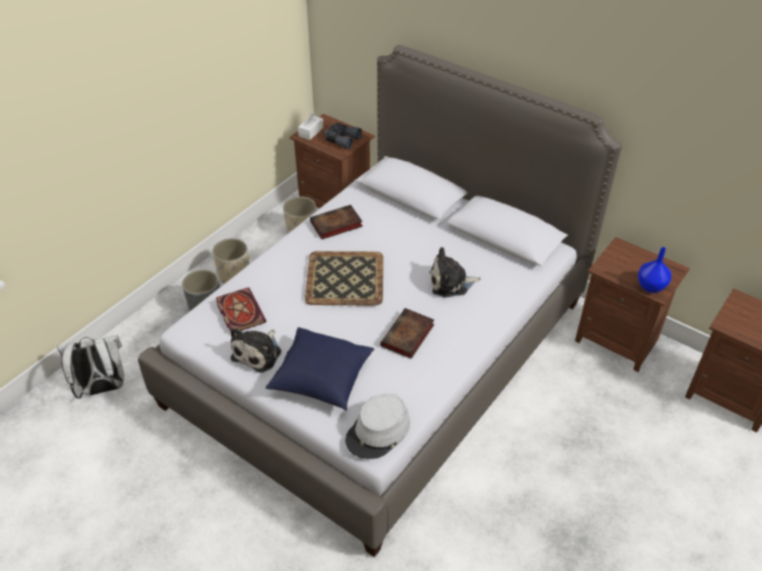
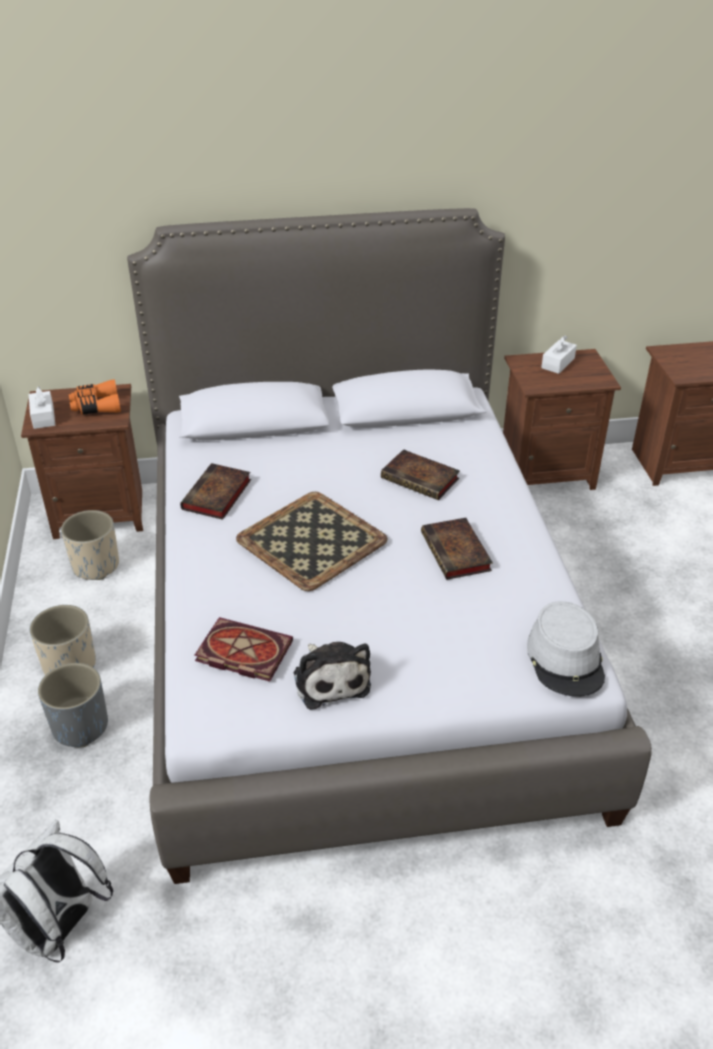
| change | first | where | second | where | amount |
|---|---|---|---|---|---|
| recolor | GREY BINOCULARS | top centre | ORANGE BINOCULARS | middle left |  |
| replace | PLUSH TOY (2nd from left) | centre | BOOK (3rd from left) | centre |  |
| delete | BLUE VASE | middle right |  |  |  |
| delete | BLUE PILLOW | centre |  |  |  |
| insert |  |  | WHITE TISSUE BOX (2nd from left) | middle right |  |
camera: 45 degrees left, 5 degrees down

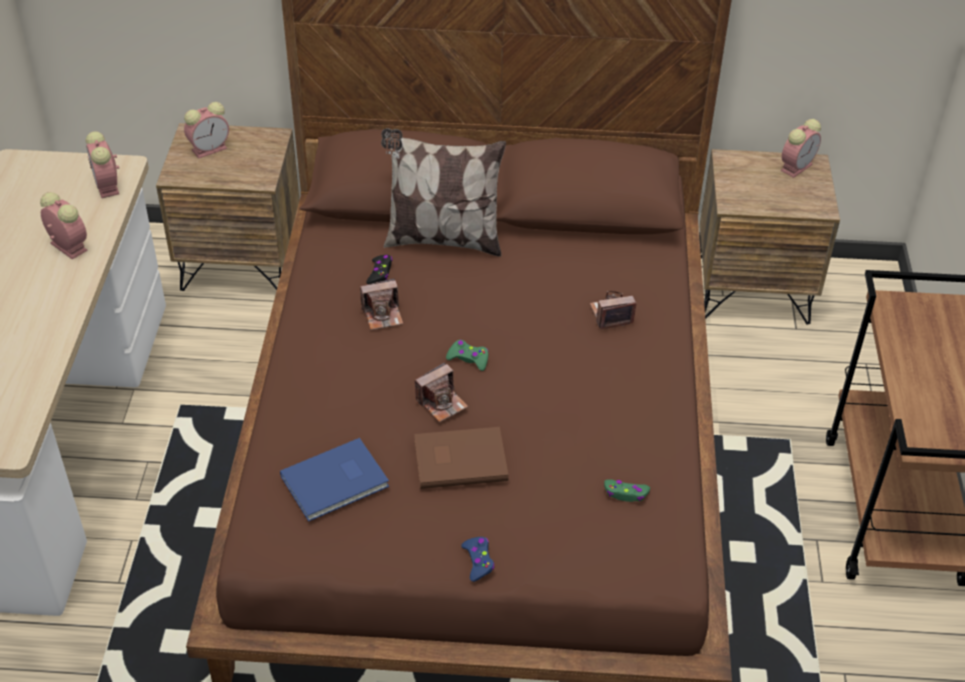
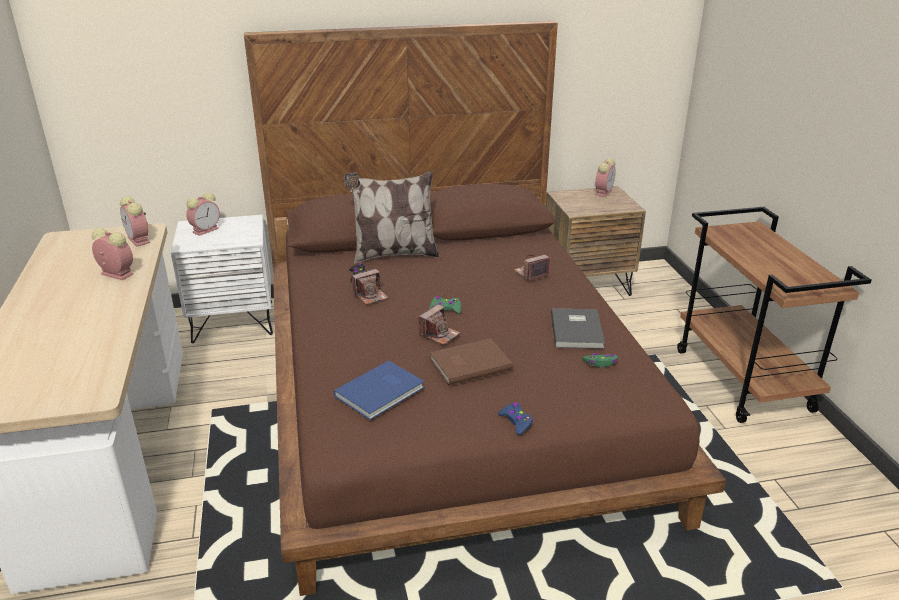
| change | first | where | second | where | amount |
|---|---|---|---|---|---|
| recolor | BROWN NIGHTSTAND (1st from left) | top left | WHITE NIGHTSTAND | middle left |  |
| insert |  |  | GREY BOOK | centre |  |
camera: 15 degrees left, 15 degrees down

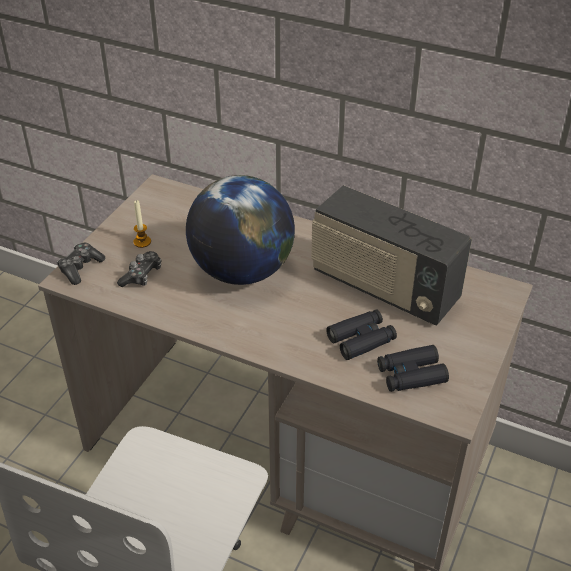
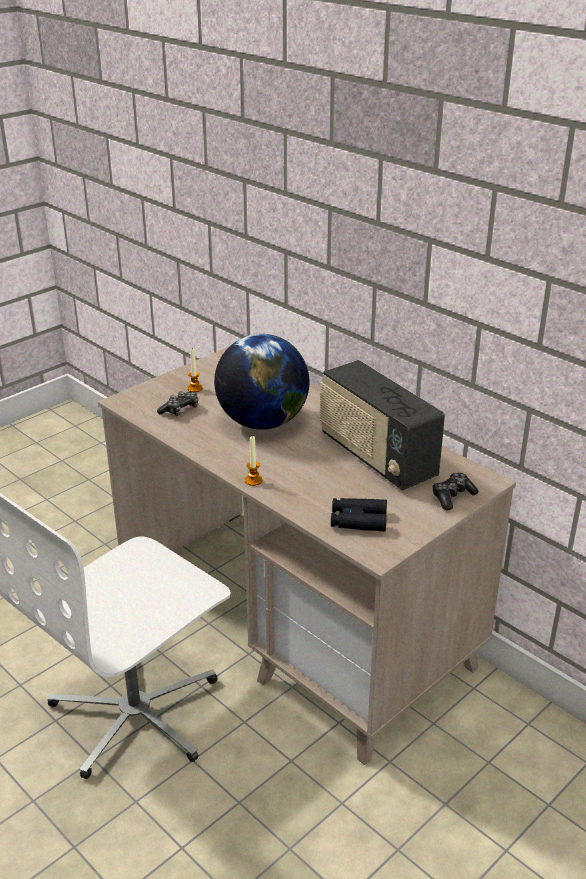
| change | first | where | second | where | amount |
|---|---|---|---|---|---|
| move | GAME CONTROLLER (1st from left in the first image) | middle left | GAME CONTROLLER (2nd from left) | middle right |  |
| delete | BLACK BINOCULARS (1st from left) | centre |  |  |  |
| insert |  |  | CANDLE (2nd from left) | centre |  |
camera: 20 degrees right, 10 degrees down

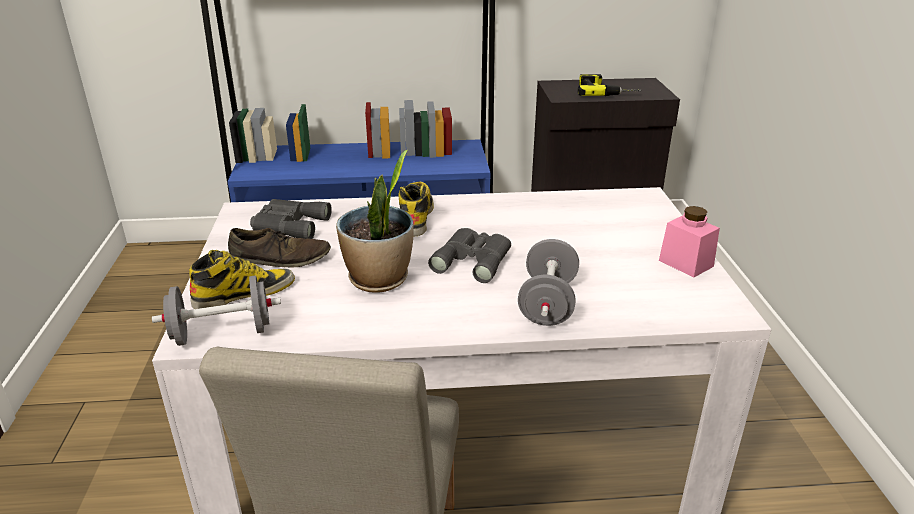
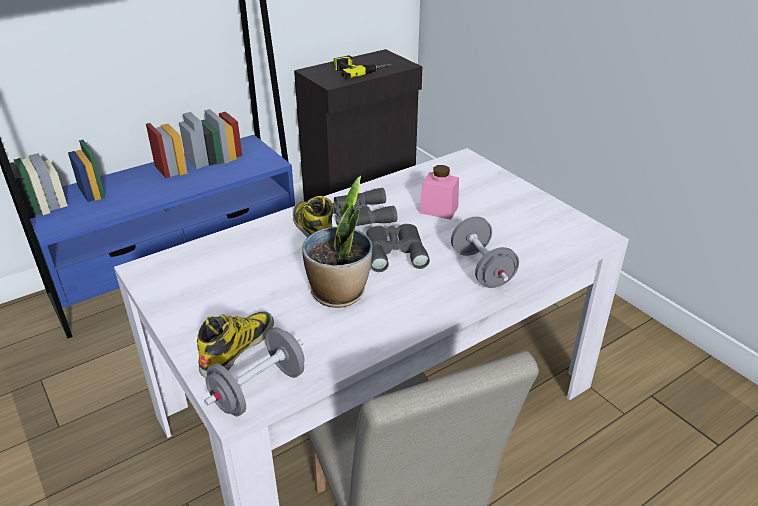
| change | first | where | second | where | amount |
|---|---|---|---|---|---|
| move | GREY BINOCULARS (1st from left) | middle left |  | centre |  |
| move | PINK JAR | middle right |  | centre |  |
| delete | BROWN SHOE | middle left |  |  |  |
camera: 30 degrees left, 5 degrees up

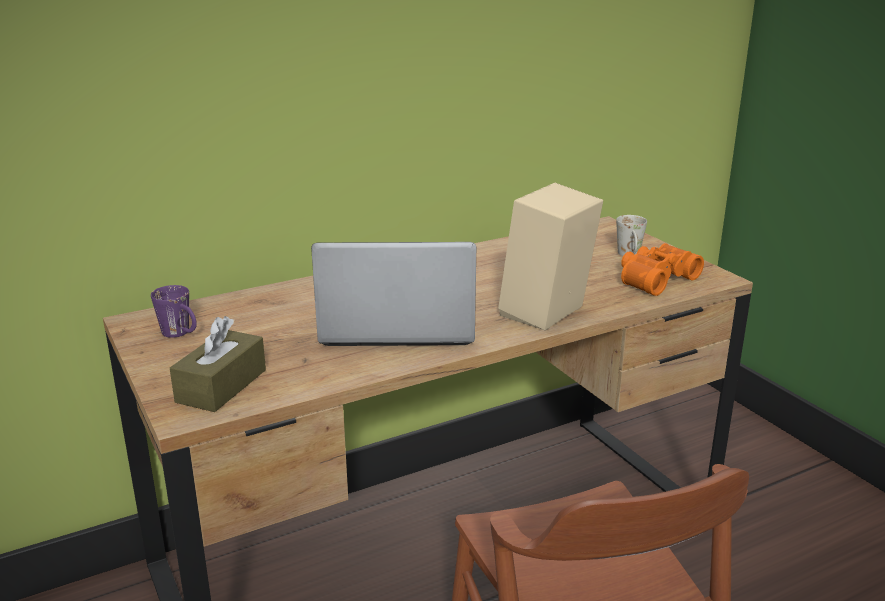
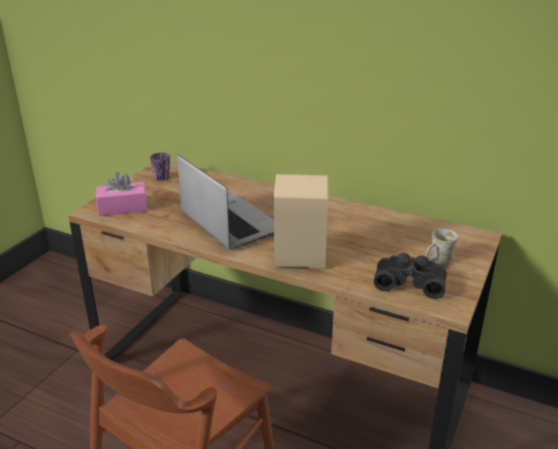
| change | first | where | second | where | amount |
|---|---|---|---|---|---|
| recolor | ORANGE BINOCULARS | middle right | BLACK BINOCULARS | middle right |  |
| recolor | BROWN TISSUE BOX | middle left | PINK TISSUE BOX | middle left |  |
camera: 55 degrees right, 5 degrees up

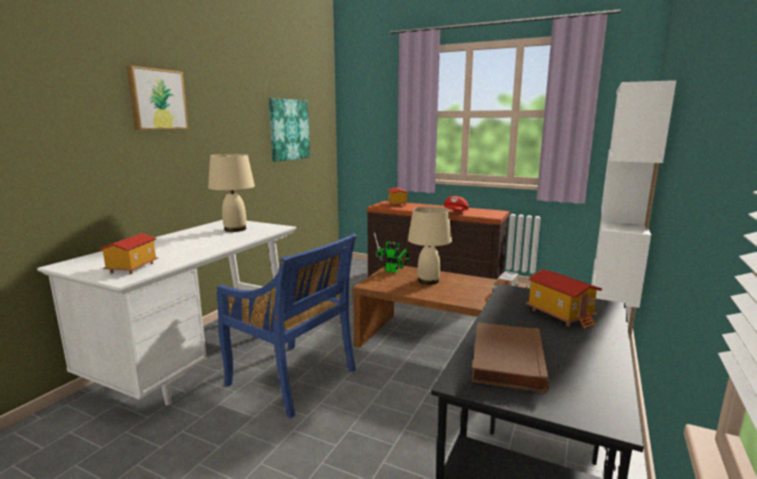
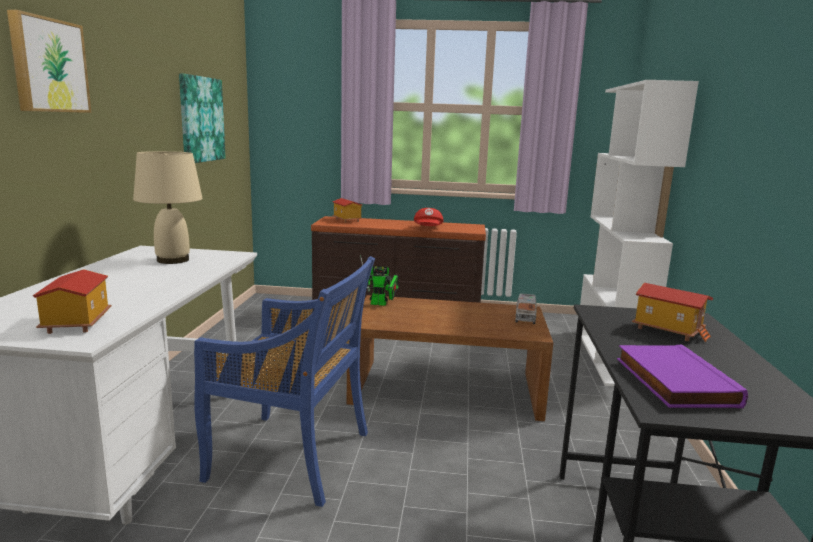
| change | first | where | second | where | amount |
|---|---|---|---|---|---|
| delete | BEIGE TABLE LAMP (2nd from left) | centre |  |  |  |
| recolor | BROWN BOOK | bottom right | PURPLE BOOK | bottom right |  |
camera: 20 degrees left, 0 degrees up

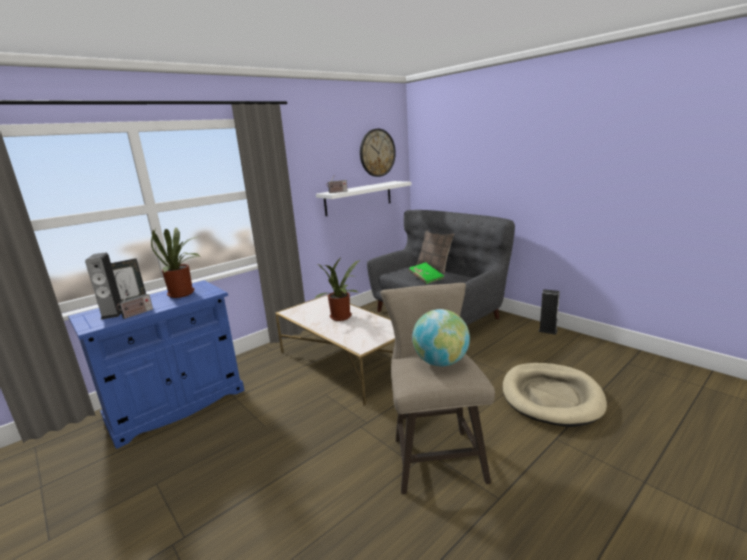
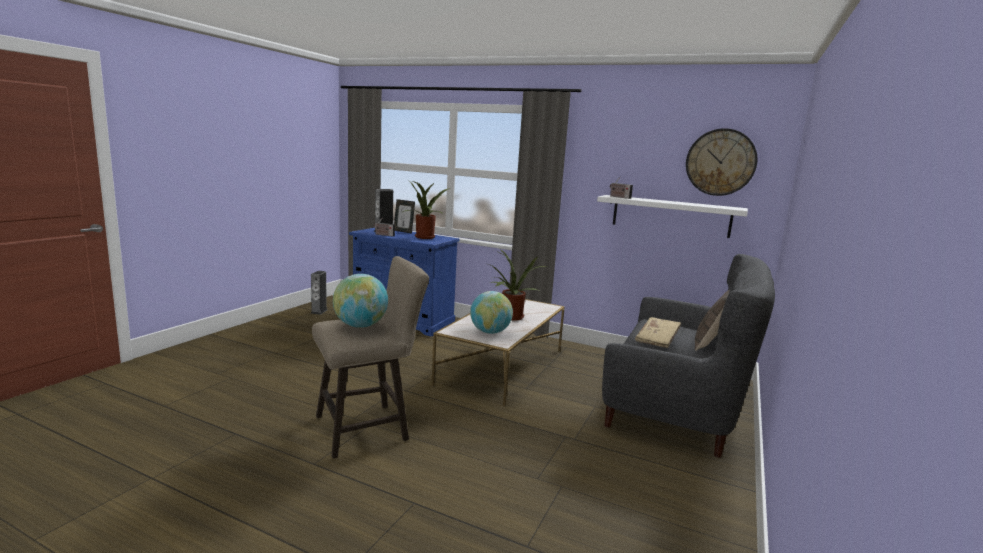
| change | first | where | second | where | amount |
|---|---|---|---|---|---|
| recolor | GREEN BOOK | centre | BEIGE BOOK | middle right |  |
| move | SPEAKER (2nd from left in the first image) | middle right | SPEAKER (1st from left) | middle left |  |
| delete | BEIGE DOG BED | bottom right |  |  |  |
| insert |  |  | GLOBE (2nd from left) | centre |  |
camera: 65 degrees right, 5 degrees down

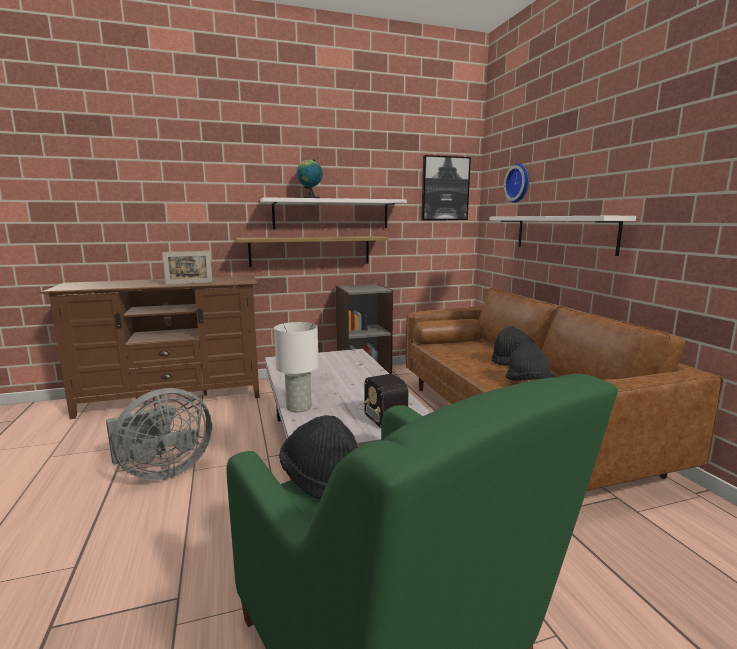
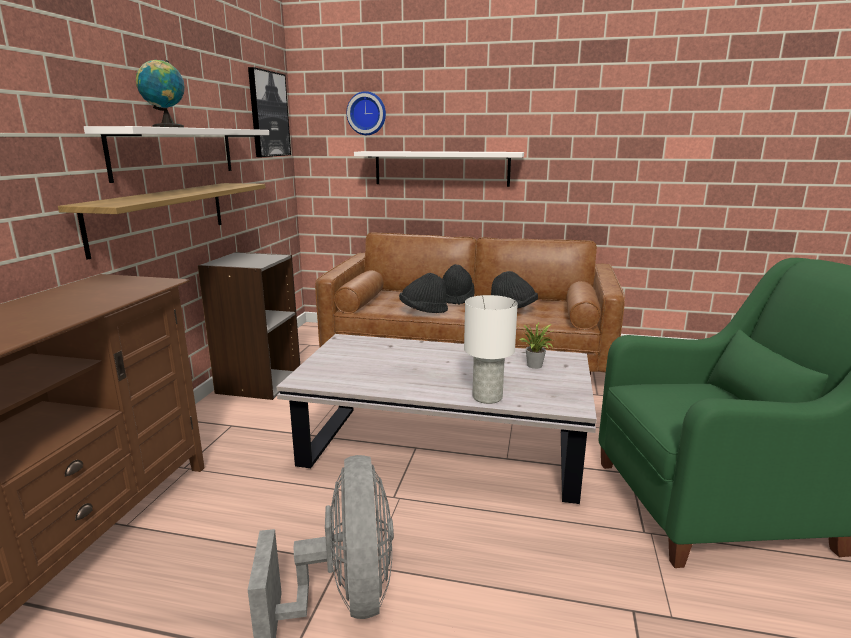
| change | first | where | second | where | amount |
|---|---|---|---|---|---|
| delete | PICTURE FRAME | middle left |  |  |  |
| replace | RADIO | centre | POTTED PLANT | centre |  |
| move | BLACK HAT (1st from left) | bottom centre |  | centre |  |
camera: 60 degrees left, 5 degrees up

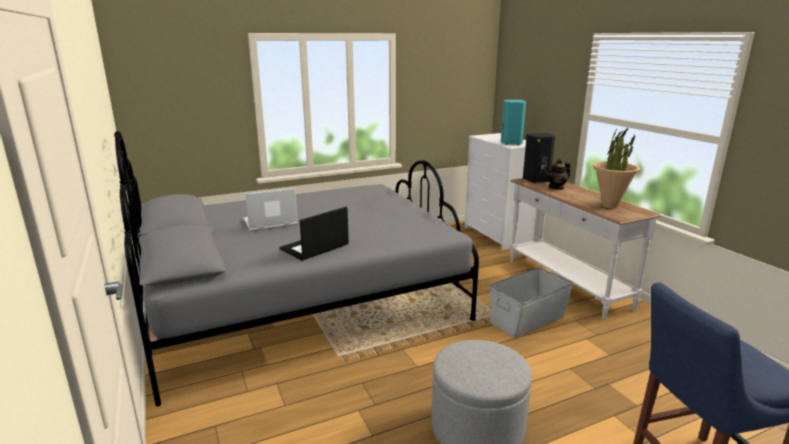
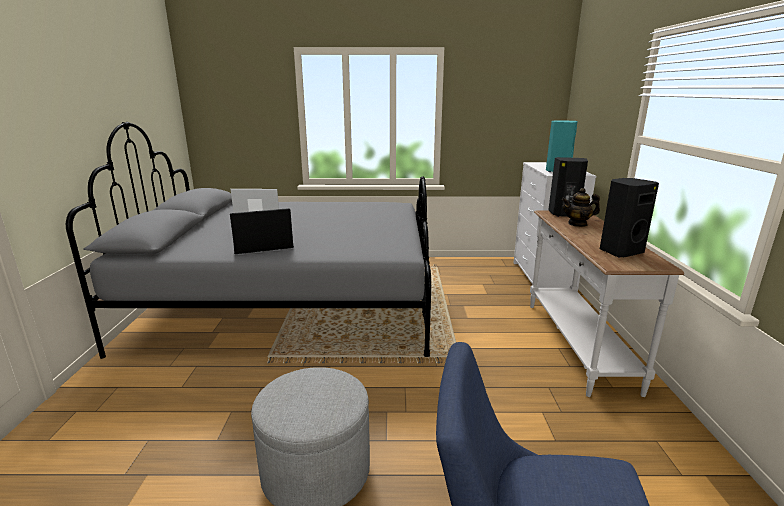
| change | first | where | second | where | amount |
|---|---|---|---|---|---|
| replace | POTTED PLANT | middle right | BLACK SPEAKER (2nd from left) | middle right |  |
| delete | GREY STORAGE BOX | bottom right |  |  |  |
camera: 25 degrees right, 0 degrees up

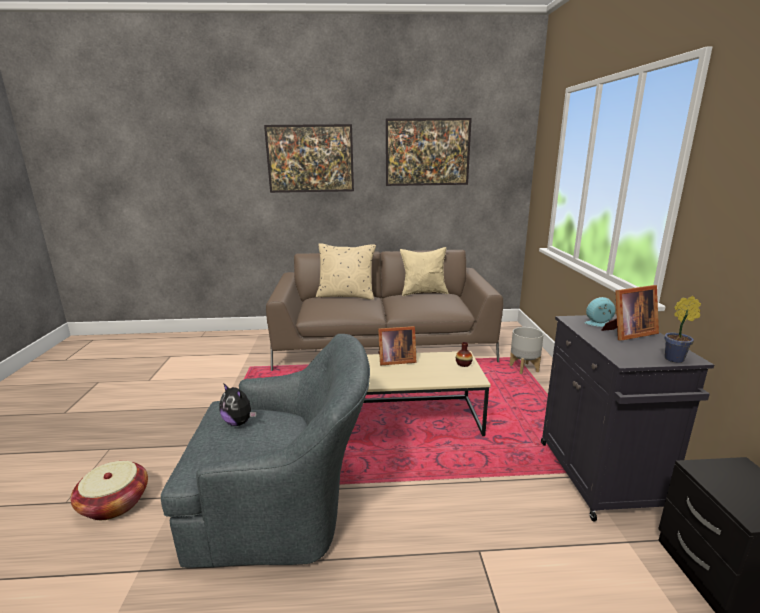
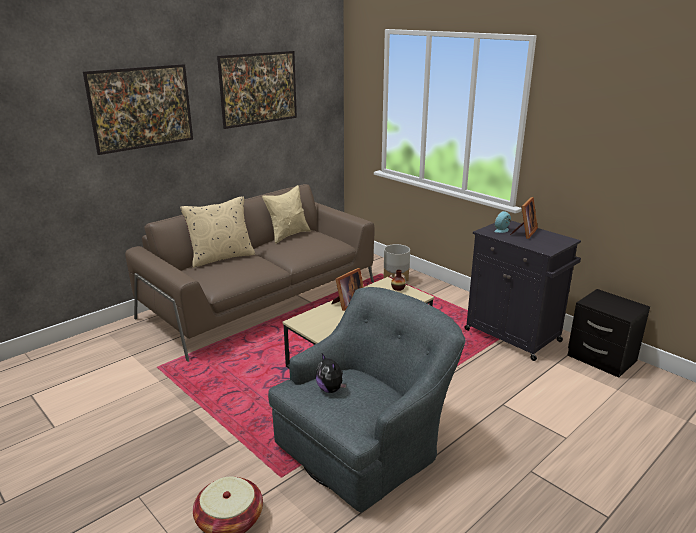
| change | first | where | second | where | amount |
|---|---|---|---|---|---|
| delete | POTTED PLANT | middle right |  |  |  |
| rotate | PLUSH TOY | middle left |  | bottom centre | 60 degrees clockwise |
camera: 40 degrees left, 5 degrees up

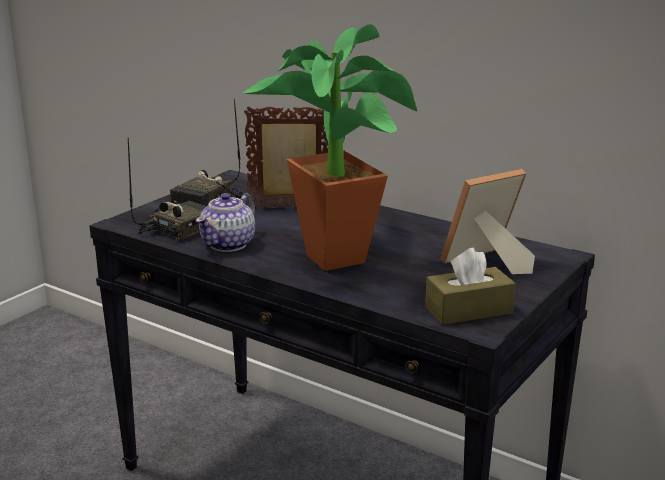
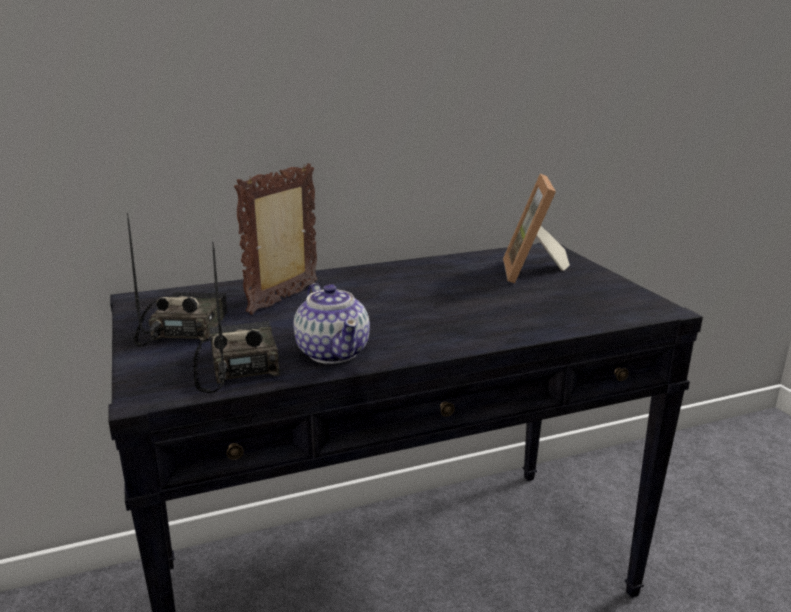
| change | first | where | second | where | amount |
|---|---|---|---|---|---|
| delete | POTTED PLANT | top centre |  |  |  |
| rotate | RADIO (2nd from left in the first image) | top left | RADIO (1st from left) | middle left | 150 degrees counterclockwise |
| delete | BROWN TISSUE BOX | middle right |  |  |  |
camera: 55 degrees left, 0 degrees up

